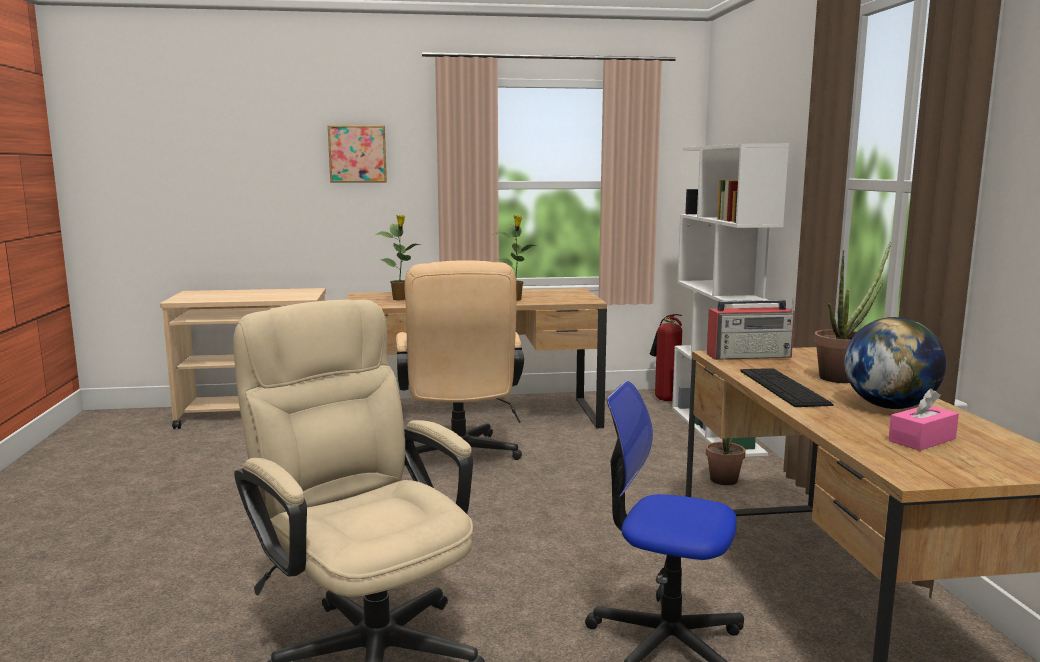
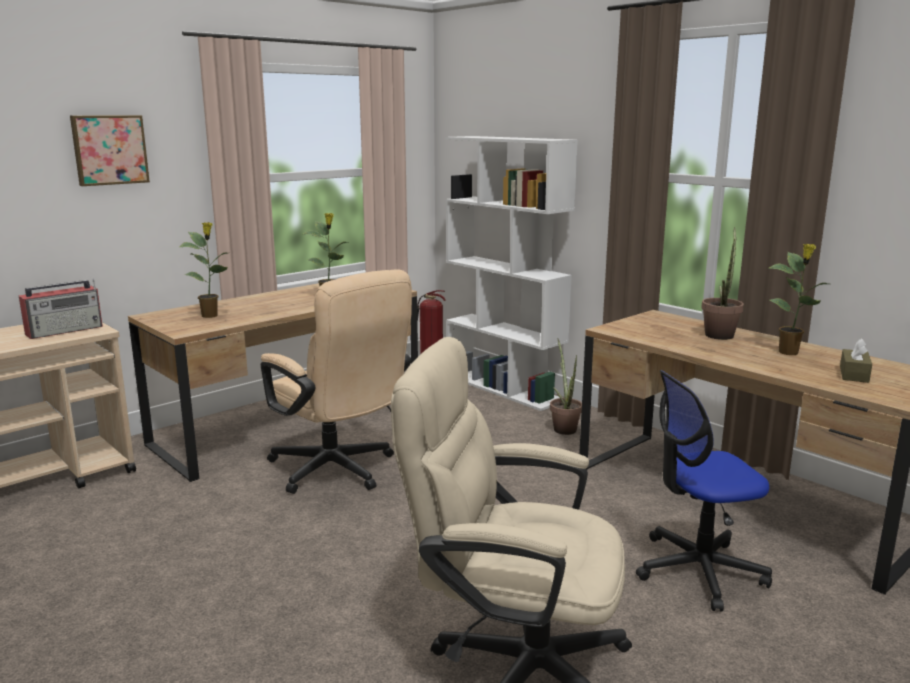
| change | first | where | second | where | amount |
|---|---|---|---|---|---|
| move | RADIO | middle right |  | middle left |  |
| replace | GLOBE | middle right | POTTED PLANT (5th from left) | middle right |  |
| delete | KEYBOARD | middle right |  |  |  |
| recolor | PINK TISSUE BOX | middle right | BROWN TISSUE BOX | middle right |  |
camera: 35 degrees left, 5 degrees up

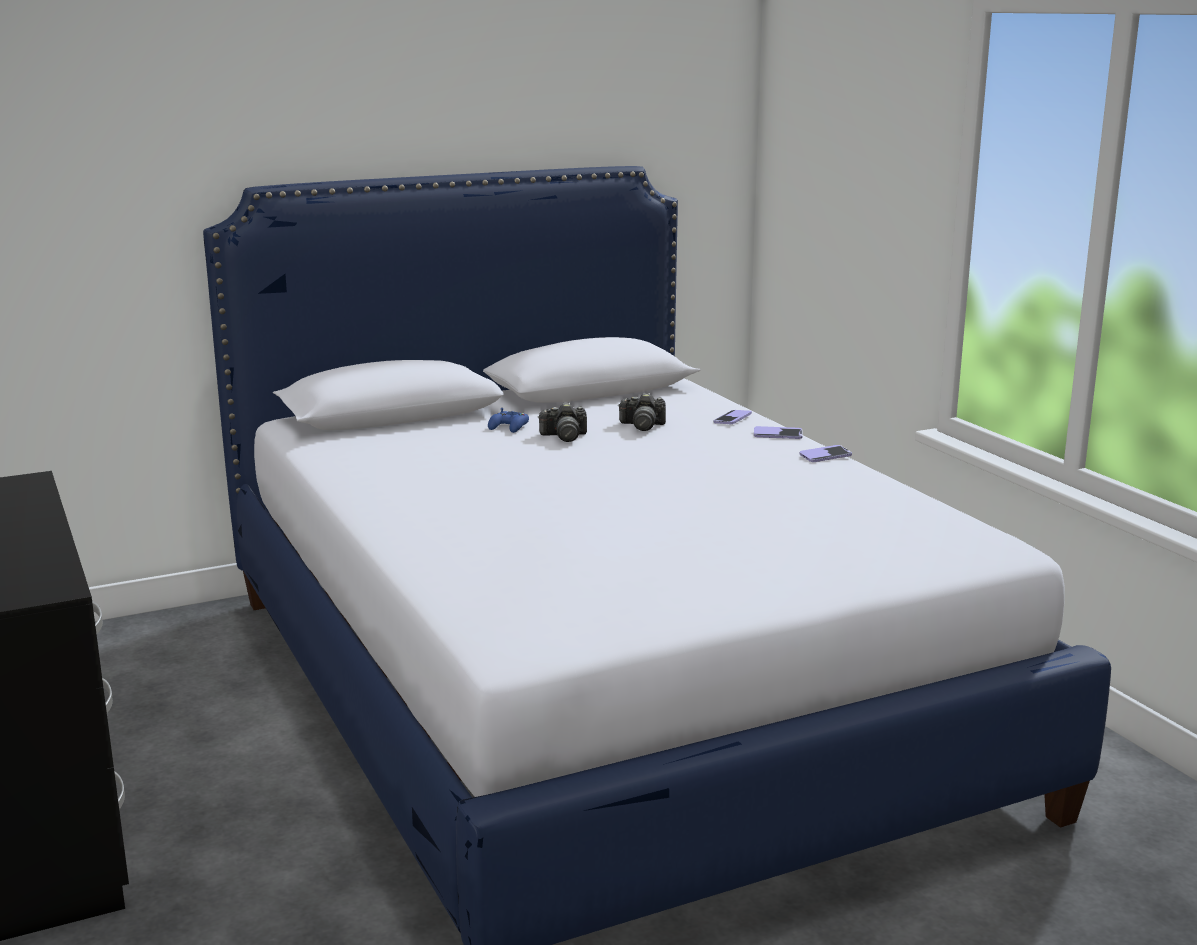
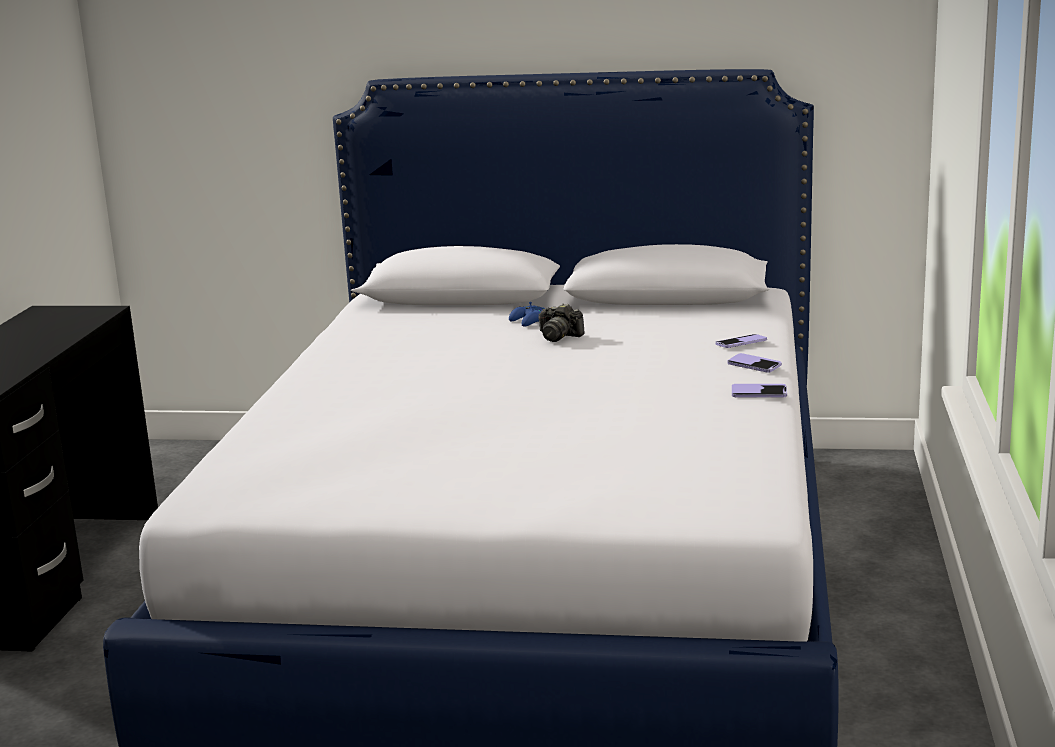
| change | first | where | second | where | amount |
|---|---|---|---|---|---|
| delete | PHOTO CAMERA (2nd from left) | centre |  |  |  |
camera: 35 degrees right, 0 degrees up

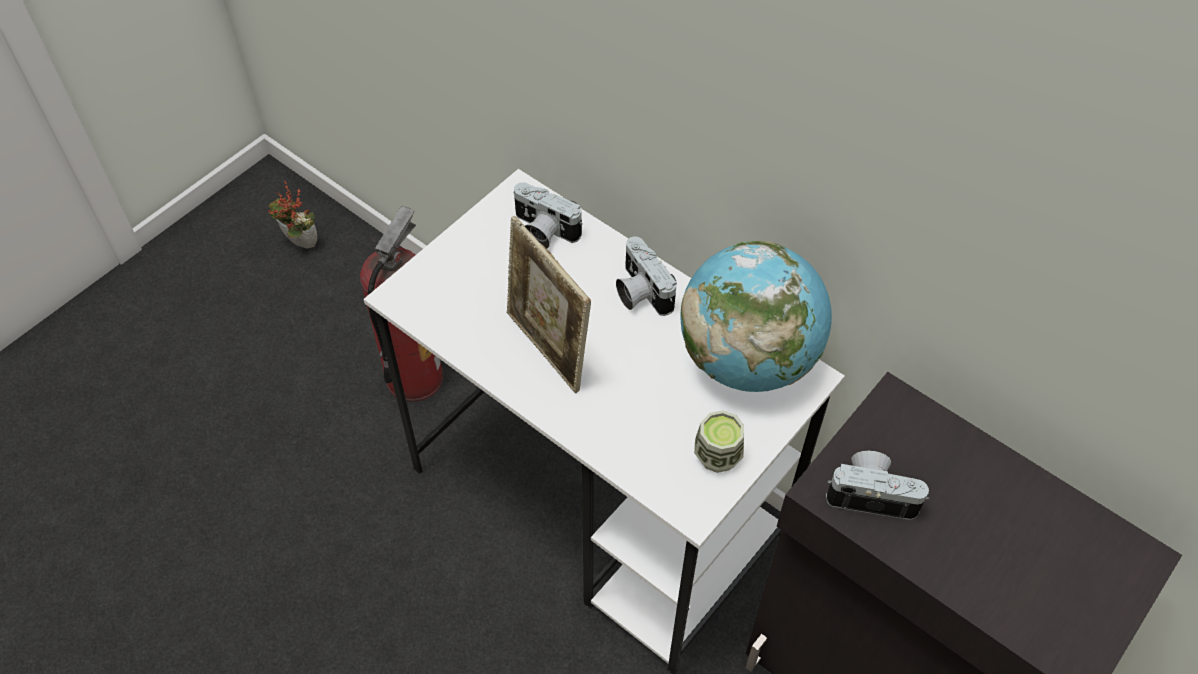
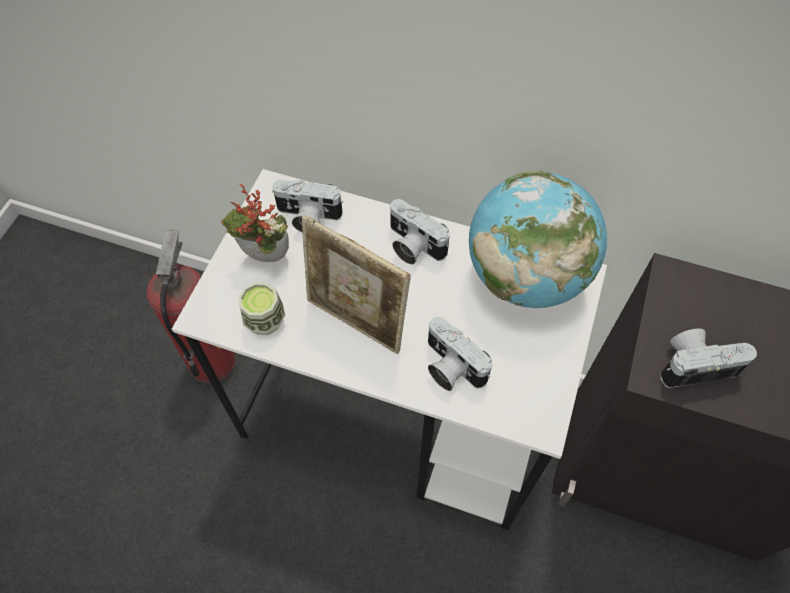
| change | first | where | second | where | amount |
|---|---|---|---|---|---|
| move | POTTED PLANT | top left |  | middle left |  |
| move | CUP | centre |  | middle left |  |
| insert |  |  | PHOTO CAMERA (3rd from left) | centre |  |
camera: 20 degrees left, 5 degrees up

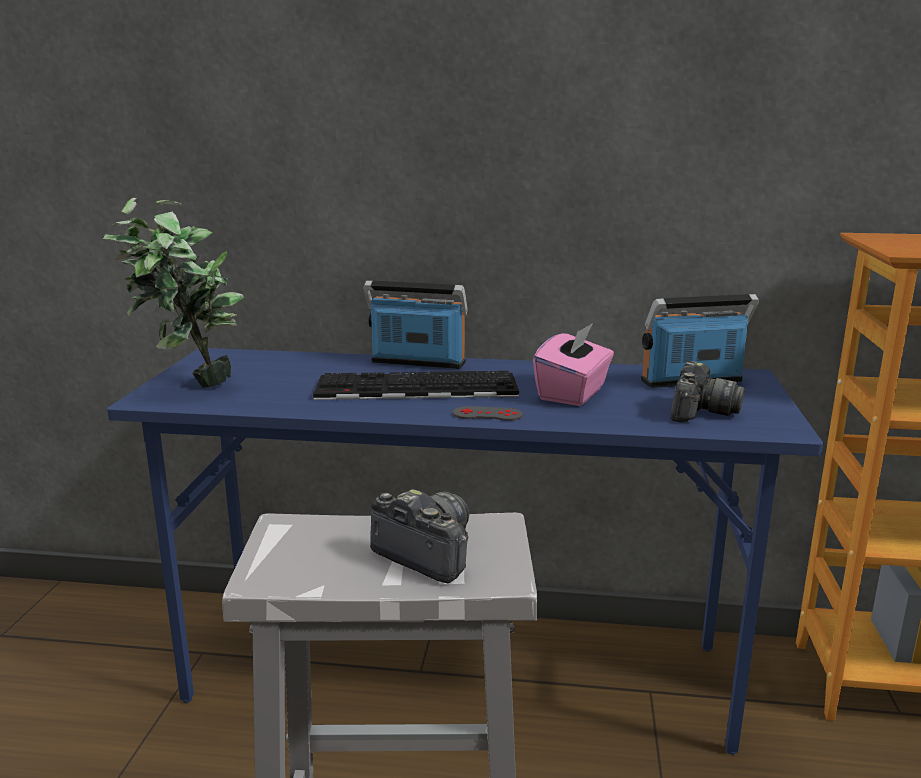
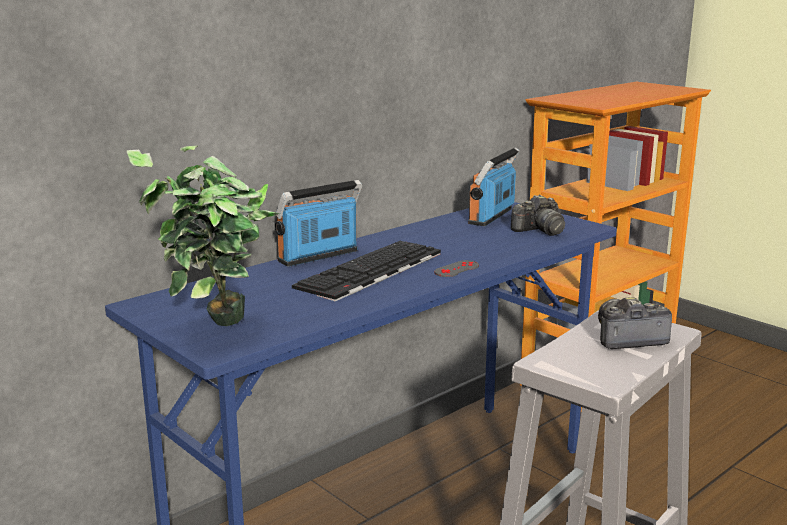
| change | first | where | second | where | amount |
|---|---|---|---|---|---|
| delete | PINK TISSUE BOX | centre |  |  |  |
| rotate | PHOTO CAMERA (2nd from left in the first image) | middle right | PHOTO CAMERA (1st from left) | middle right | 90 degrees clockwise |
camera: 50 degrees left, 0 degrees up

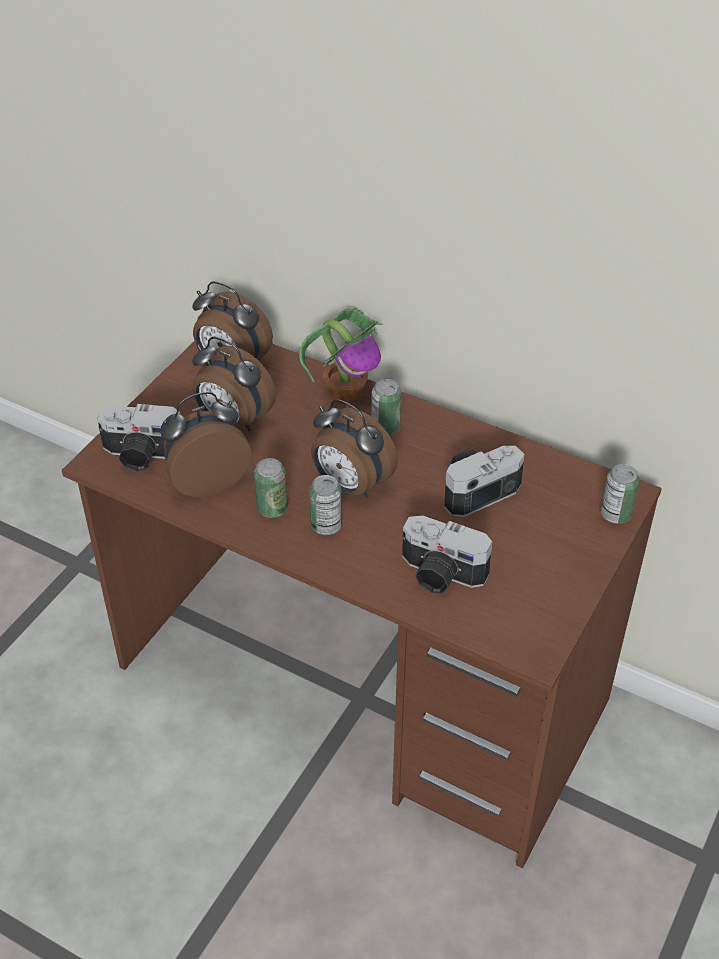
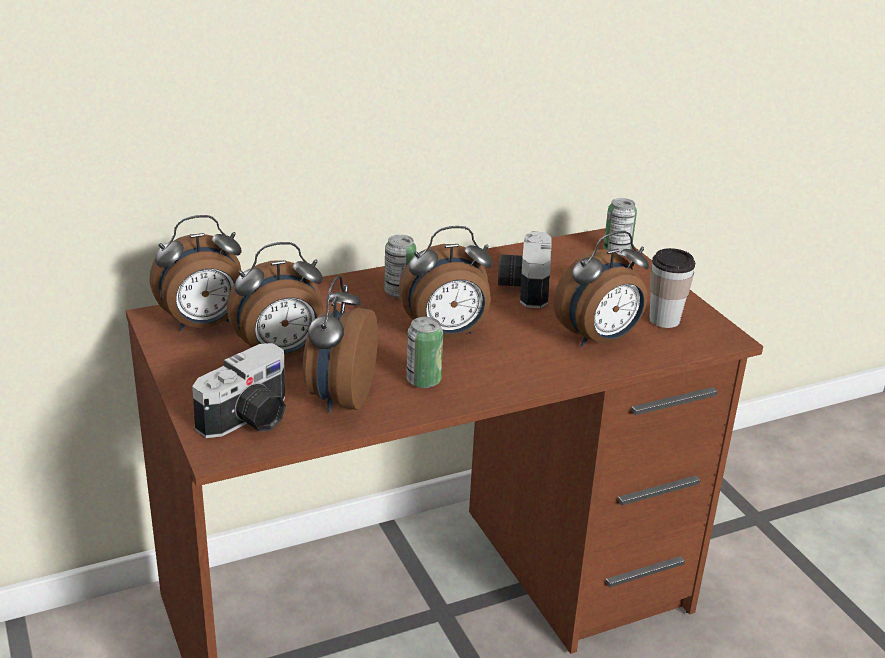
| change | first | where | second | where | amount |
|---|---|---|---|---|---|
| delete | POTTED PLANT | centre |  |  |  |
| delete | CAN (2nd from left) | centre |  |  |  |
| replace | PHOTO CAMERA (2nd from left) | centre | ALARM CLOCK (5th from left) | middle right |  |
| insert |  |  | CUP | middle right |  |
camera: 55 degrees left, 15 degrees down

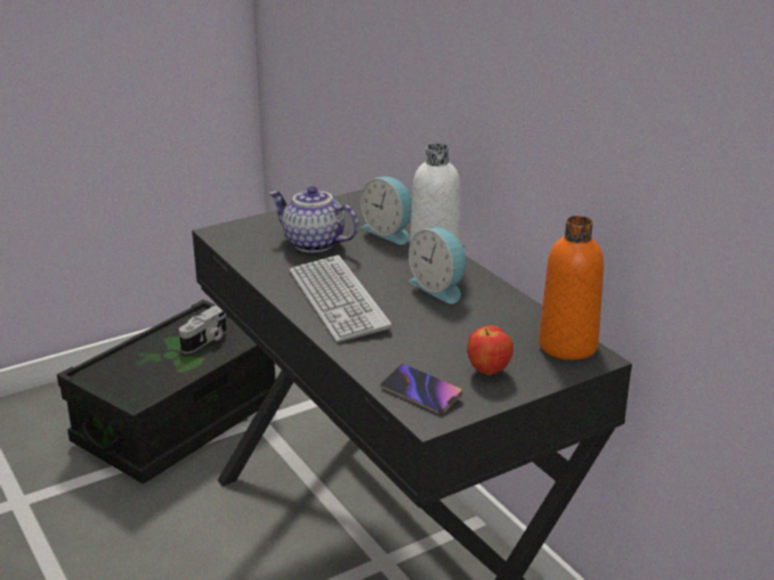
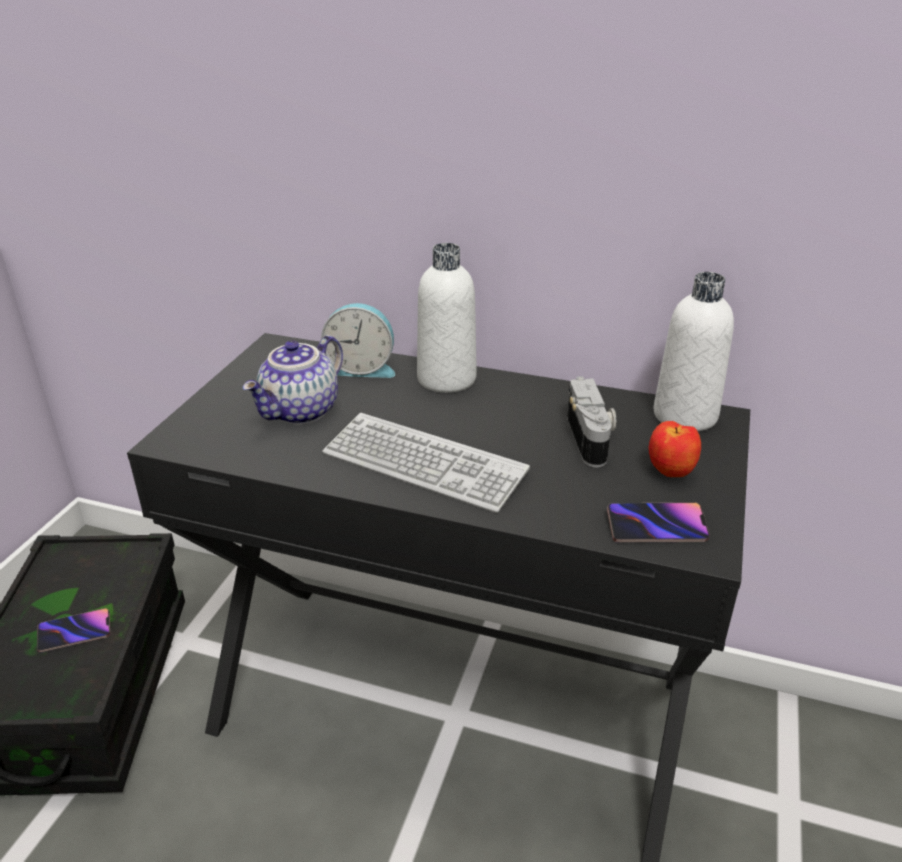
| change | first | where | second | where | amount |
|---|---|---|---|---|---|
| rotate | TEAPOT | centre |  | middle left | 45 degrees counterclockwise |
| recolor | ORANGE BOTTLE | middle right | WHITE BOTTLE (2nd from left) | middle right |  |
| delete | ALARM CLOCK (2nd from left) | centre |  |  |  |
| move | PHOTO CAMERA | middle left |  | centre |  |
| insert |  |  | PHONE (1st from left) | bottom left |  |
camera: 40 degrees left, 5 degrees up

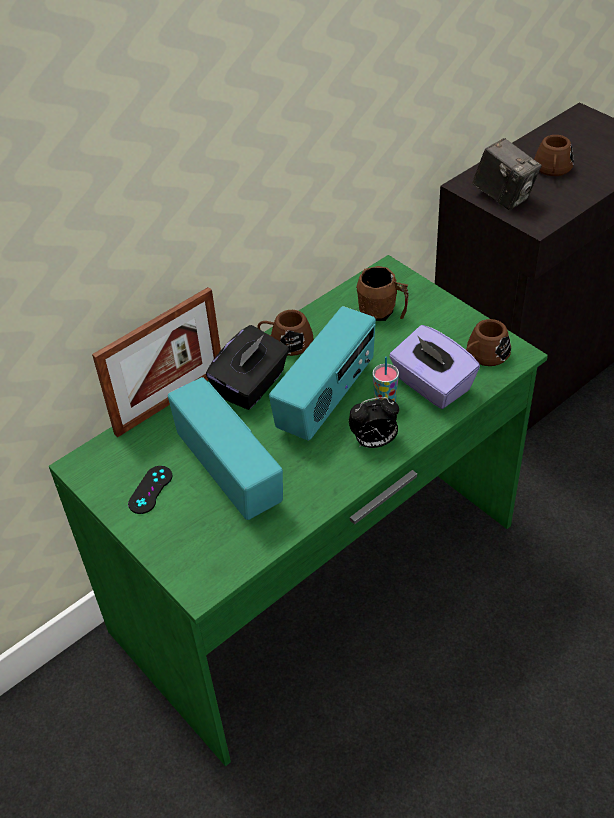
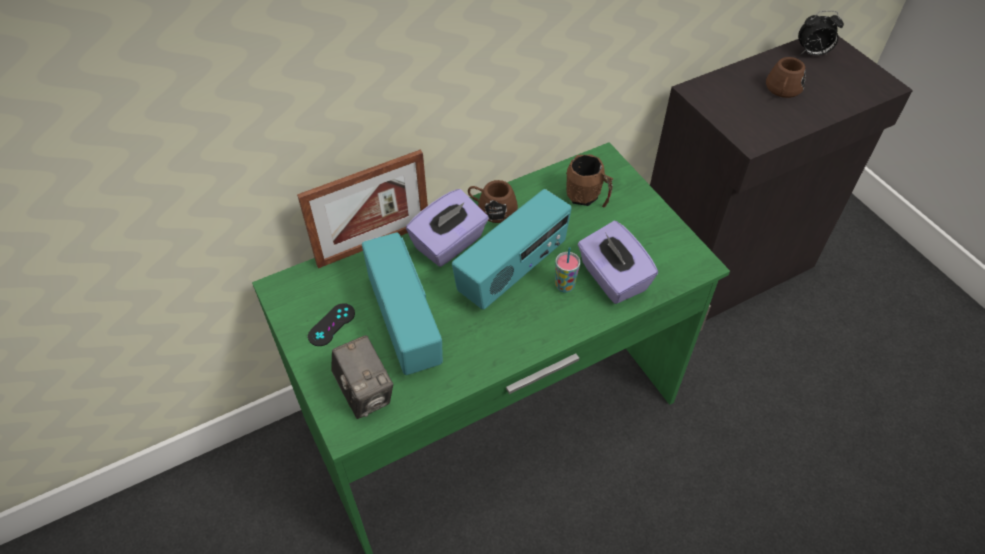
| change | first | where | second | where | amount |
|---|---|---|---|---|---|
| move | PHOTO CAMERA | top right |  | bottom centre |  |
| delete | BROWN MUG (3rd from left) | middle right |  |  |  |
| recolor | BLACK TISSUE BOX | centre | PURPLE TISSUE BOX (1st from left) | centre |  |
| move | ALARM CLOCK | centre |  | top right |  |
camera: 10 degrees right, 5 degrees up

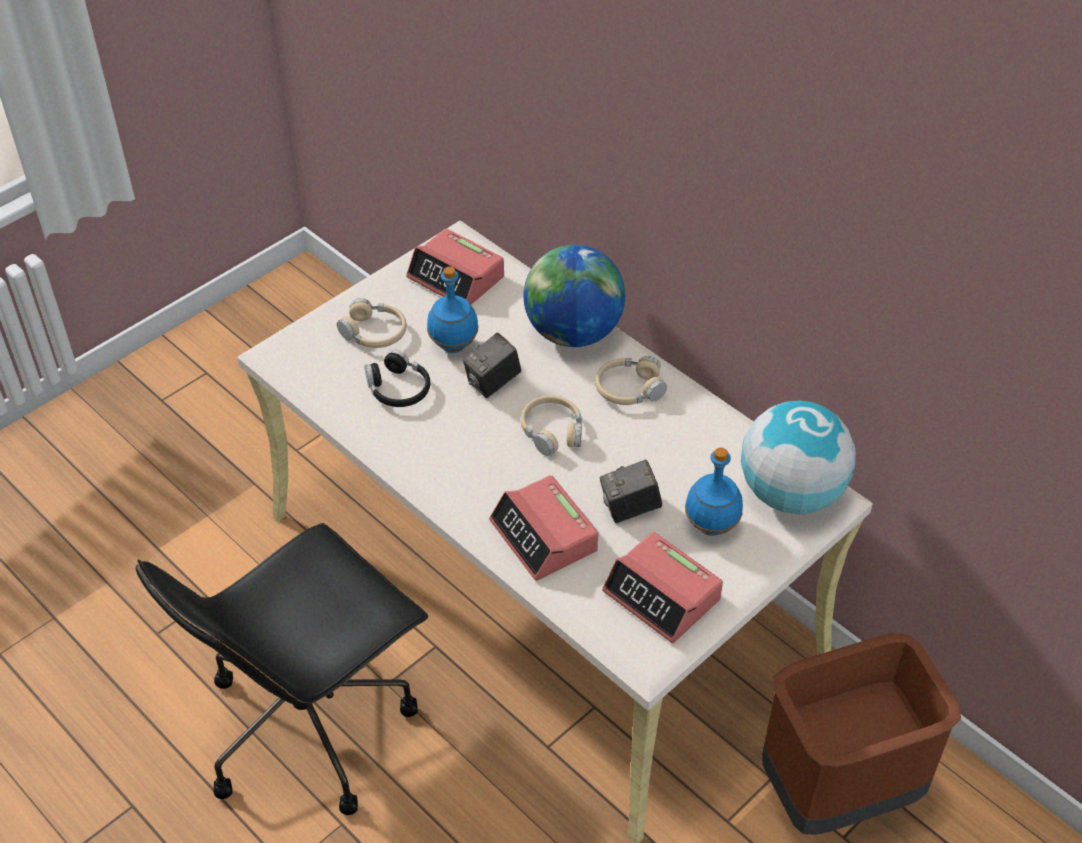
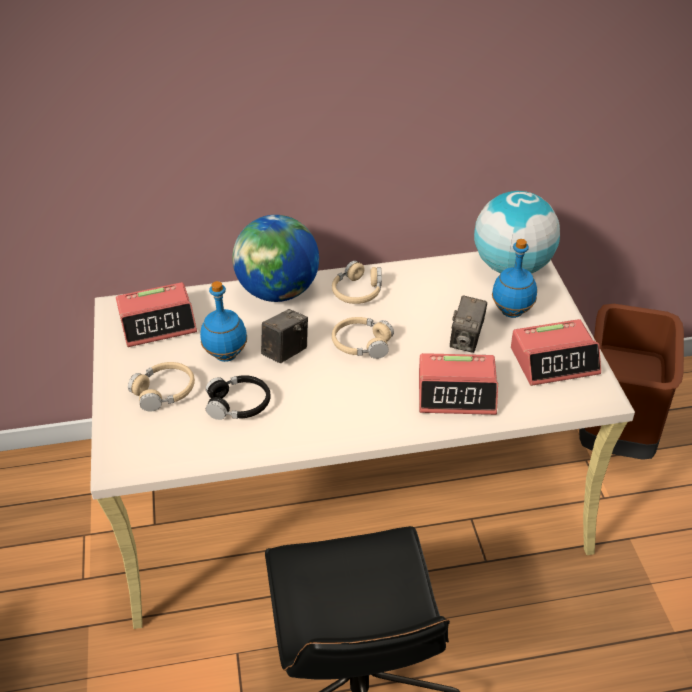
| change | first | where | second | where | amount |
|---|---|---|---|---|---|
| rotate | PHOTO CAMERA (1st from left) | centre |  | centre | 135 degrees counterclockwise |
camera: 55 degrees left, 5 degrees down

